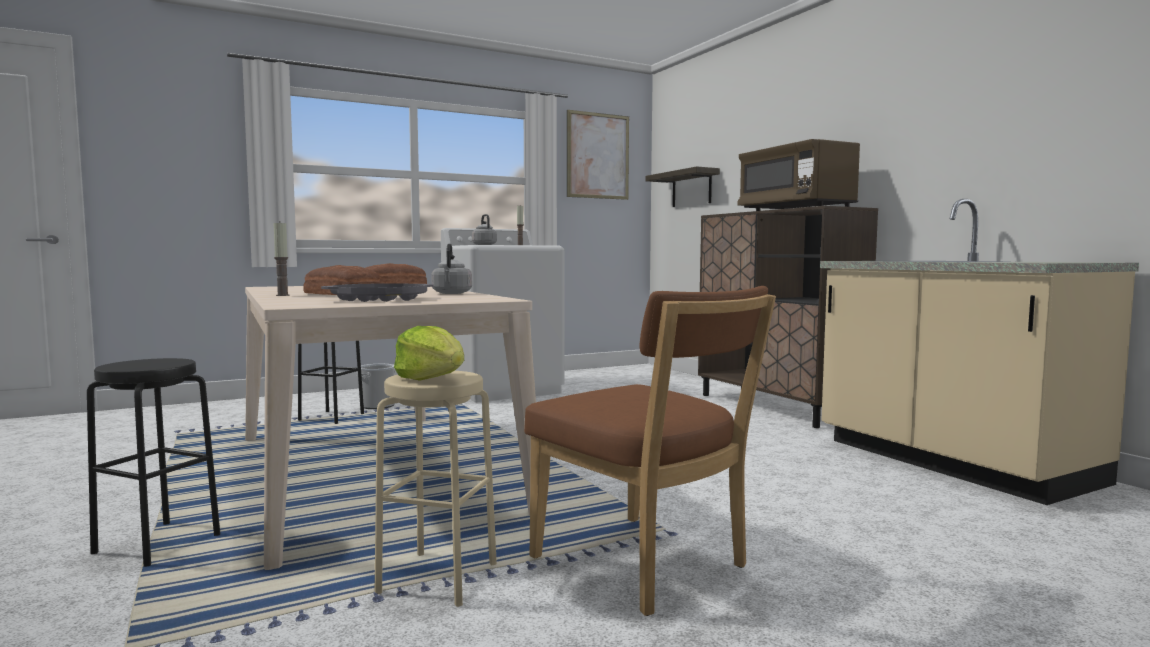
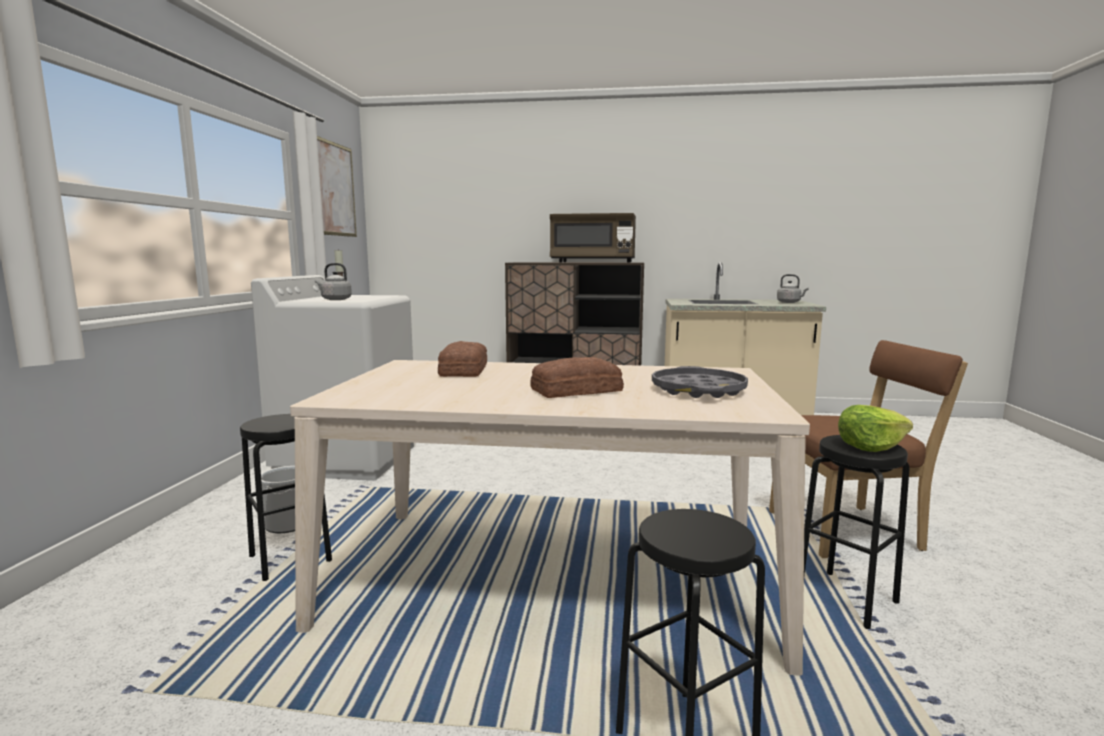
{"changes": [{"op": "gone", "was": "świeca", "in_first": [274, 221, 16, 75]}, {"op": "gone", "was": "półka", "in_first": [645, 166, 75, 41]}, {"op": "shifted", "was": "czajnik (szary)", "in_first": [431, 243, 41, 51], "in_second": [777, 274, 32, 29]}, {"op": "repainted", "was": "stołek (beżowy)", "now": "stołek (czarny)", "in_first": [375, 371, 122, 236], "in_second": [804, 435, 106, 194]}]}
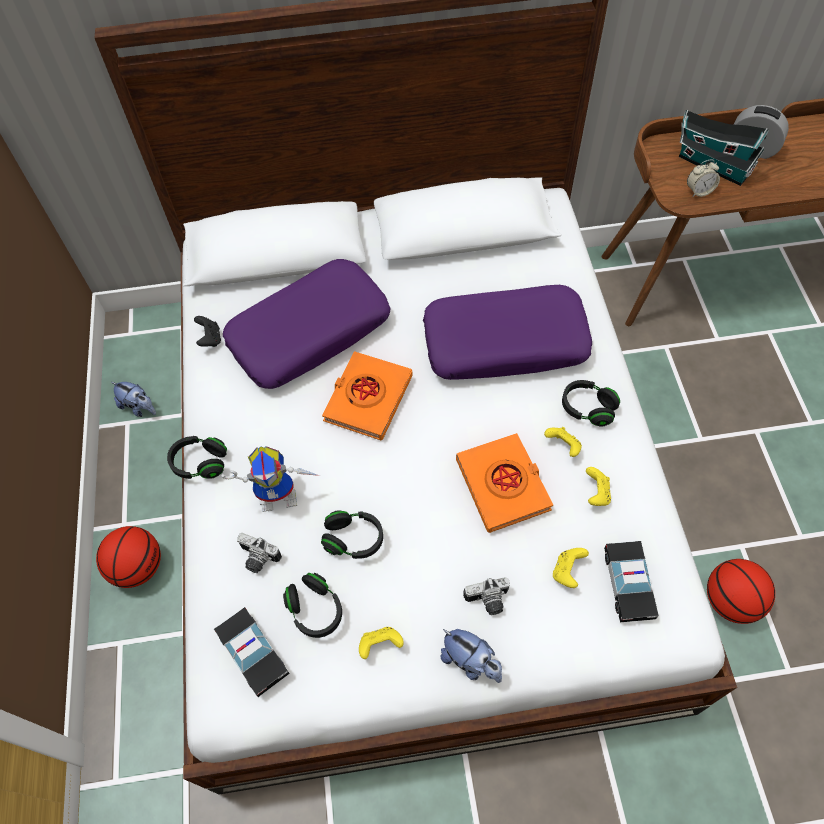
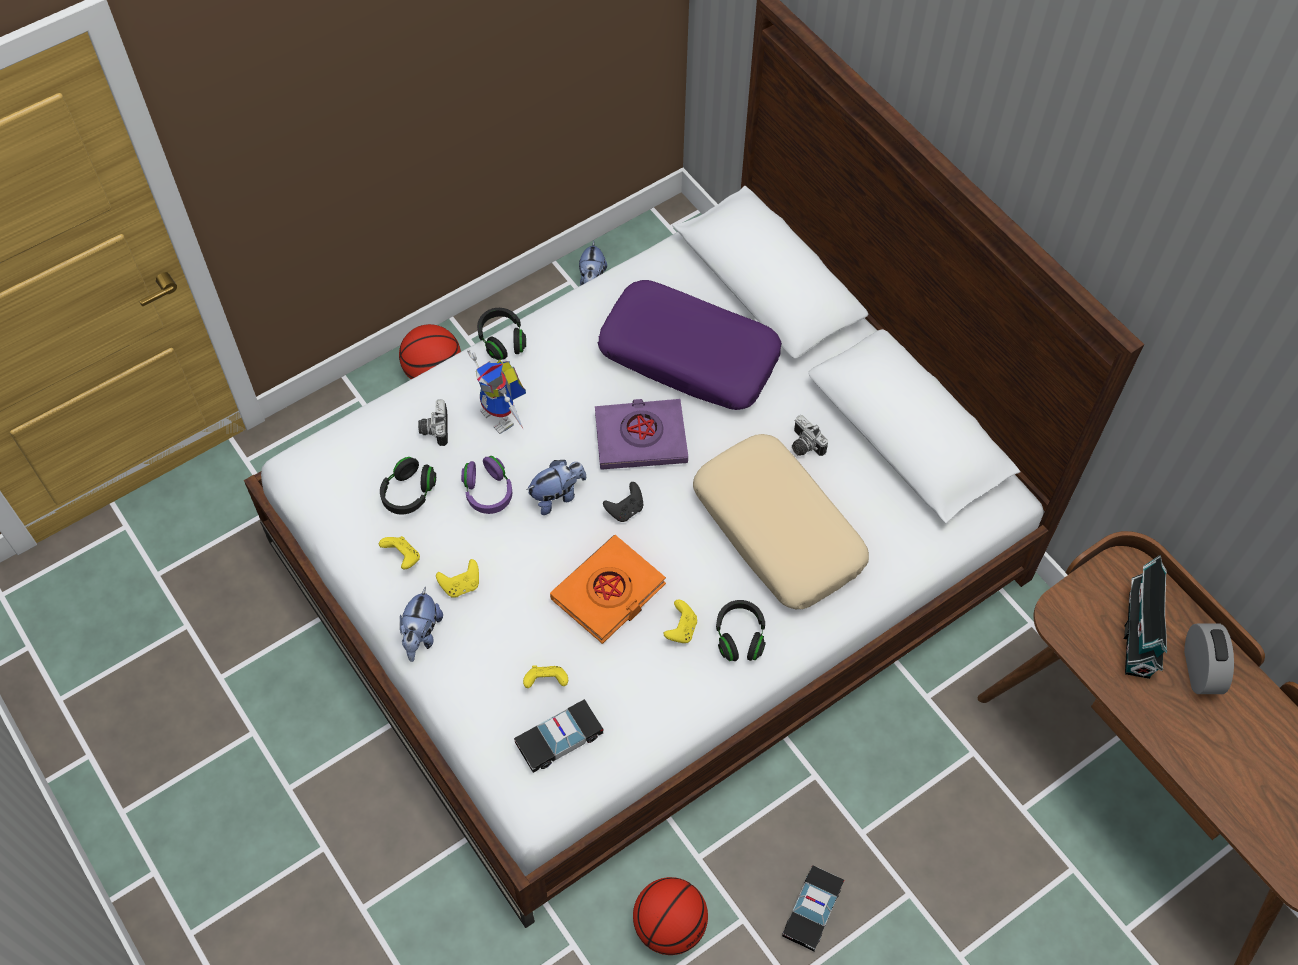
{"changes": [{"op": "gone", "was": "budzik", "in_first": [687, 160, 33, 37]}, {"op": "new", "now": "pluszak", "in_second": [526, 460, 60, 55]}, {"op": "shifted", "was": "pad do gier (czarny)", "in_first": [194, 316, 27, 31], "in_second": [603, 482, 40, 40]}, {"op": "shifted", "was": "samochodzik", "in_first": [214, 607, 76, 90], "in_second": [782, 865, 62, 86]}, {"op": "shifted", "was": "aparat fotograficzny", "in_first": [463, 577, 47, 38], "in_second": [792, 415, 36, 41]}, {"op": "shifted", "was": "pad do gier (żółty)", "in_first": [586, 467, 25, 39], "in_second": [436, 559, 43, 39]}, {"op": "repainted", "was": "słuchawki (czarny)", "now": "słuchawki (fioletowy)", "in_first": [321, 510, 62, 49], "in_second": [461, 456, 51, 58]}, {"op": "repainted", "was": "książka (pomarańczowy)", "now": "książka (fioletowy)", "in_first": [322, 351, 91, 90], "in_second": [595, 399, 93, 71]}, {"op": "repainted", "was": "poduszka (fioletowy)", "now": "poduszka (beżowy)", "in_first": [423, 285, 169, 95], "in_second": [693, 434, 176, 175]}]}
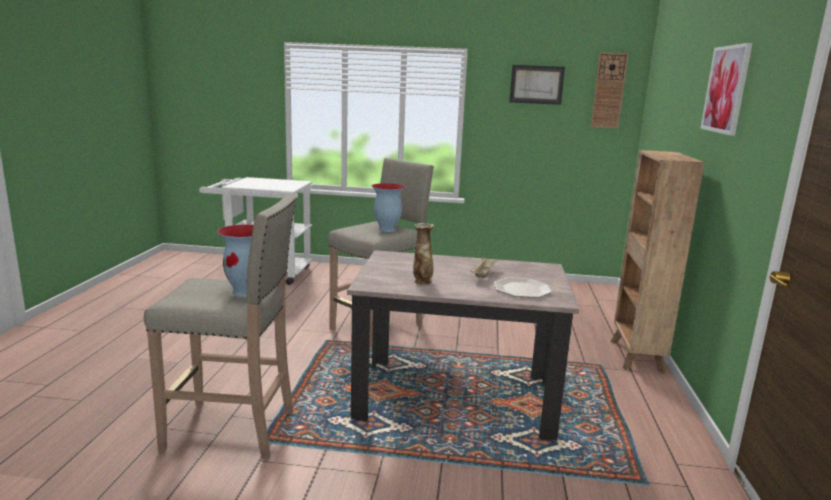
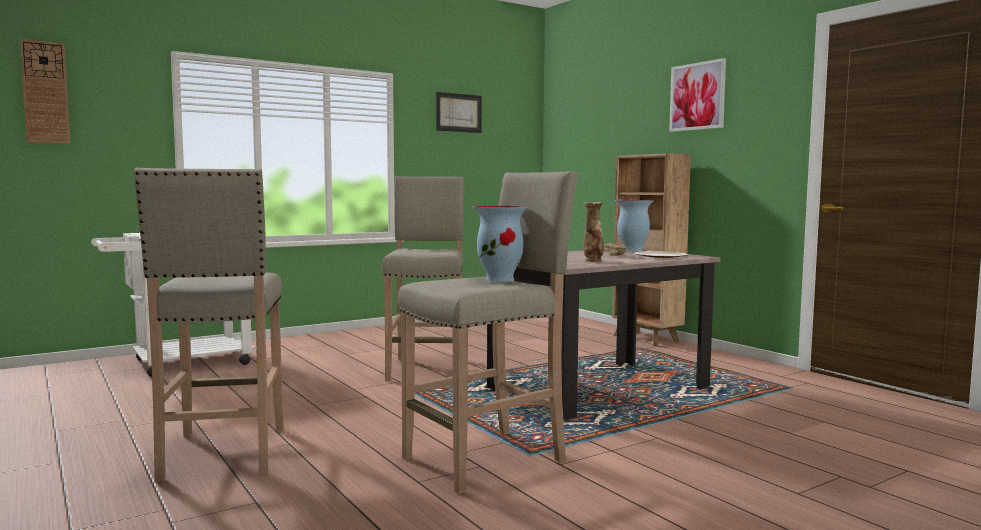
{"changes": [{"op": "new", "now": "stołek (beżowy)", "in_second": [134, 168, 150, 314]}, {"op": "shifted", "was": "wazon", "in_first": [372, 183, 34, 49], "in_second": [615, 200, 39, 52]}, {"op": "shifted", "was": "zegar ścienny", "in_first": [591, 52, 37, 76], "in_second": [20, 39, 50, 105]}]}
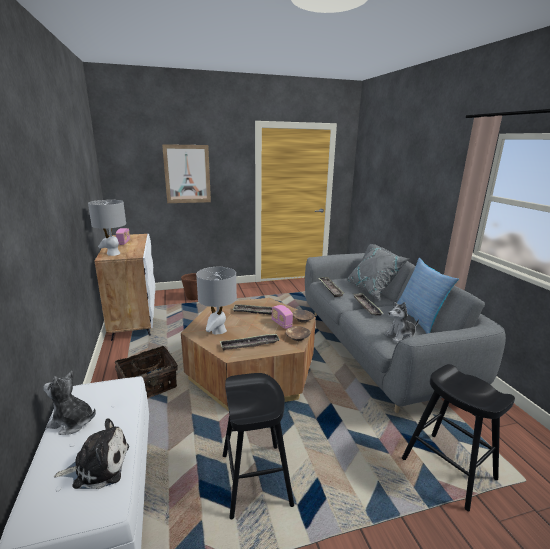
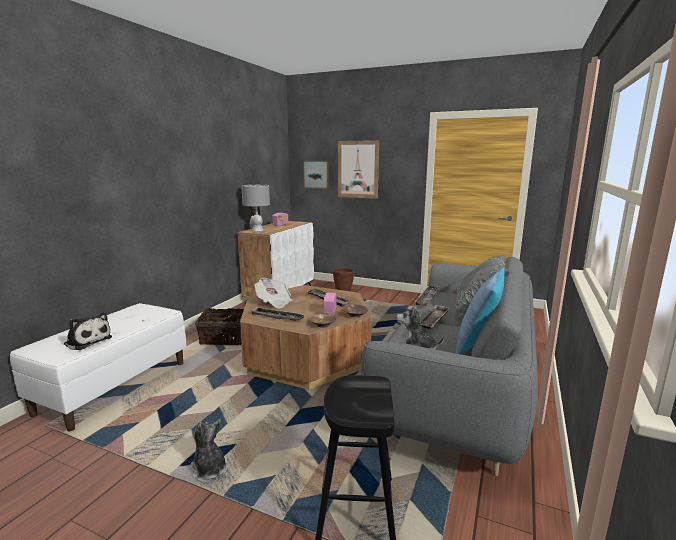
{"changes": [{"op": "gone", "was": "stołek (czarny)", "in_first": [223, 373, 71, 147]}, {"op": "new", "now": "obraz", "in_second": [303, 161, 26, 28]}, {"op": "shifted", "was": "pluszak", "in_first": [43, 371, 53, 64], "in_second": [191, 419, 37, 63]}, {"op": "swapped", "was": "lampa stołowa (szary)", "now": "gazeta", "in_first": [196, 267, 41, 68], "in_second": [254, 278, 38, 31]}]}
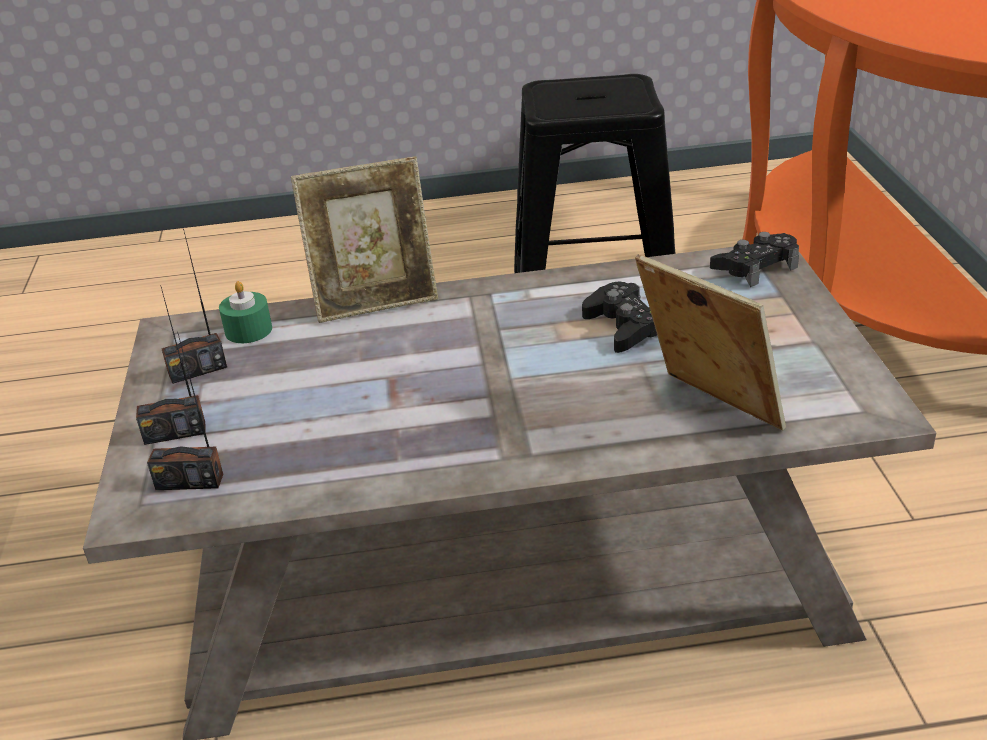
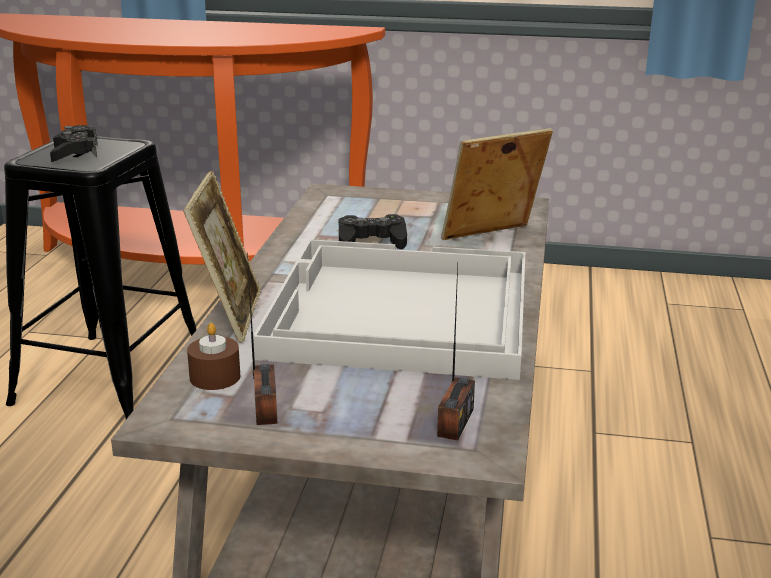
{"changes": [{"op": "gone", "was": "radio", "in_first": [136, 287, 69, 158]}, {"op": "new", "now": "taca (biały)", "in_second": [253, 239, 272, 141]}, {"op": "shifted", "was": "pad do gier (czarny)", "in_first": [710, 232, 89, 55], "in_second": [50, 125, 48, 37]}, {"op": "repainted", "was": "świeca (zielony)", "now": "świeca (brązowy)", "in_first": [219, 281, 53, 62], "in_second": [187, 323, 54, 67]}]}
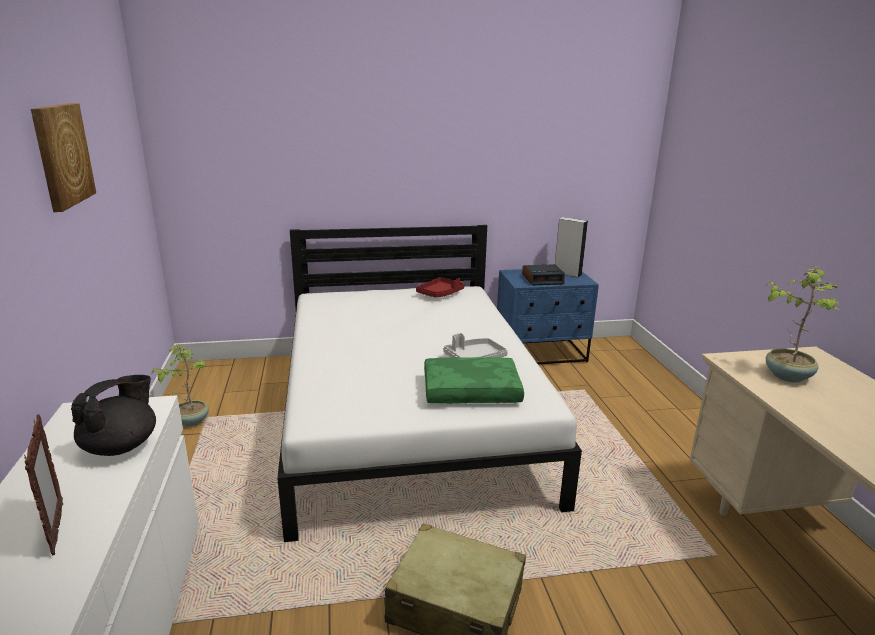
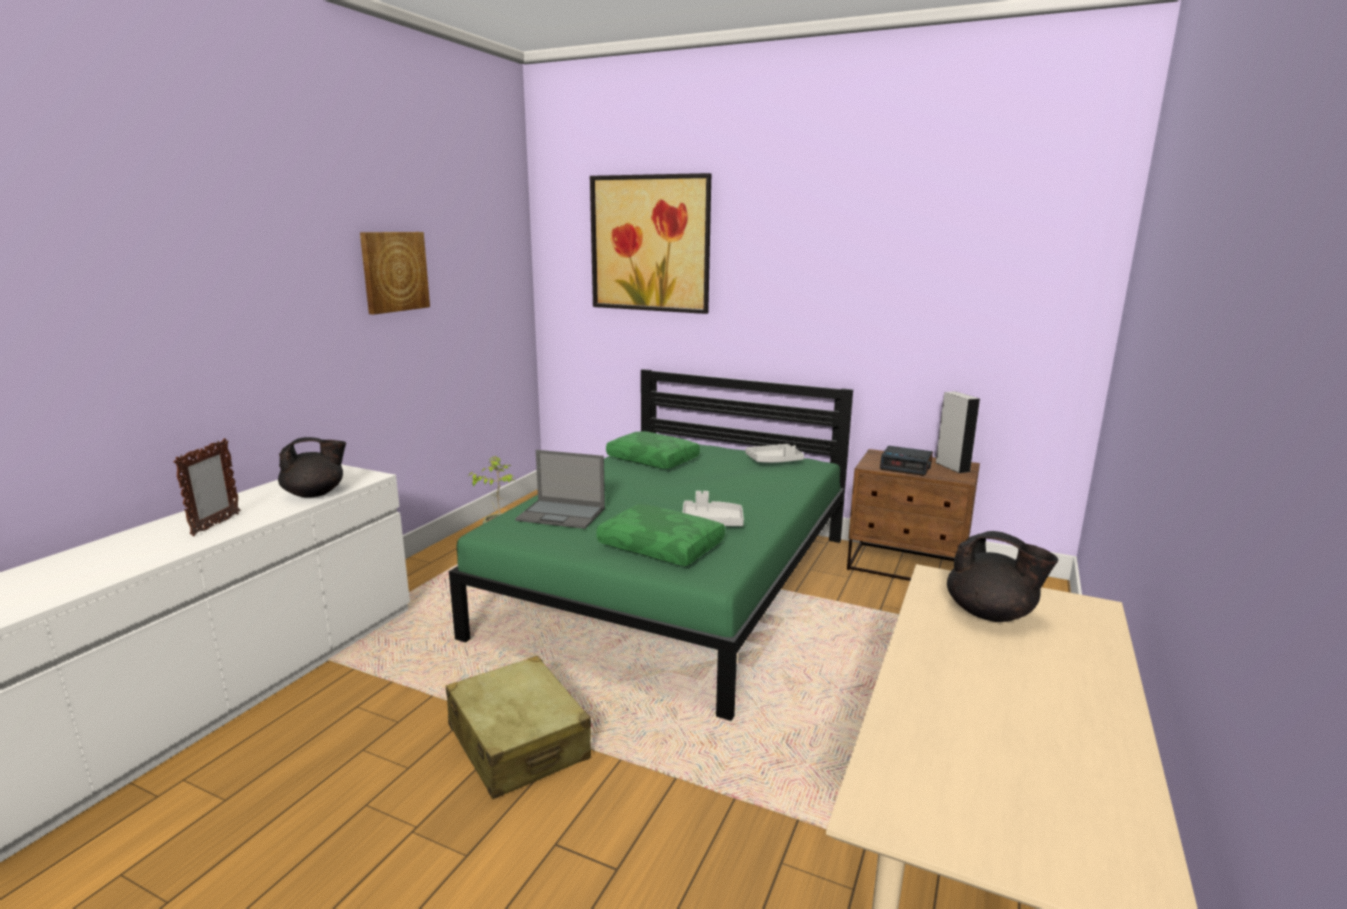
{"changes": [{"op": "new", "now": "laptop", "in_second": [515, 450, 90, 79]}, {"op": "new", "now": "obraz", "in_second": [590, 173, 121, 141]}, {"op": "new", "now": "poduszka (zielony)", "in_second": [606, 431, 94, 38]}, {"op": "swapped", "was": "roślina doniczkowa", "now": "imbryk (czarny)", "in_first": [766, 266, 75, 117], "in_second": [947, 531, 111, 91]}, {"op": "repainted", "was": "łóżko (biały)", "now": "łóżko (zielony)", "in_first": [277, 225, 305, 317], "in_second": [449, 369, 404, 352]}, {"op": "repainted", "was": "taca (czerwony)", "now": "taca (szary)", "in_first": [416, 277, 48, 21], "in_second": [745, 444, 59, 19]}, {"op": "repainted", "was": "szafka nocna (niebieski)", "now": "szafka nocna (brązowy)", "in_first": [497, 269, 102, 96], "in_second": [847, 449, 133, 132]}]}
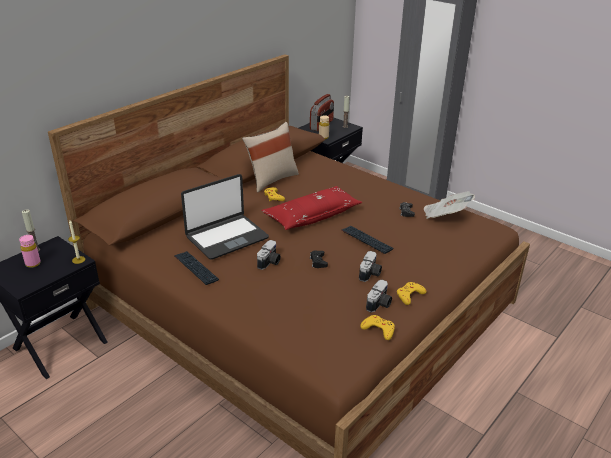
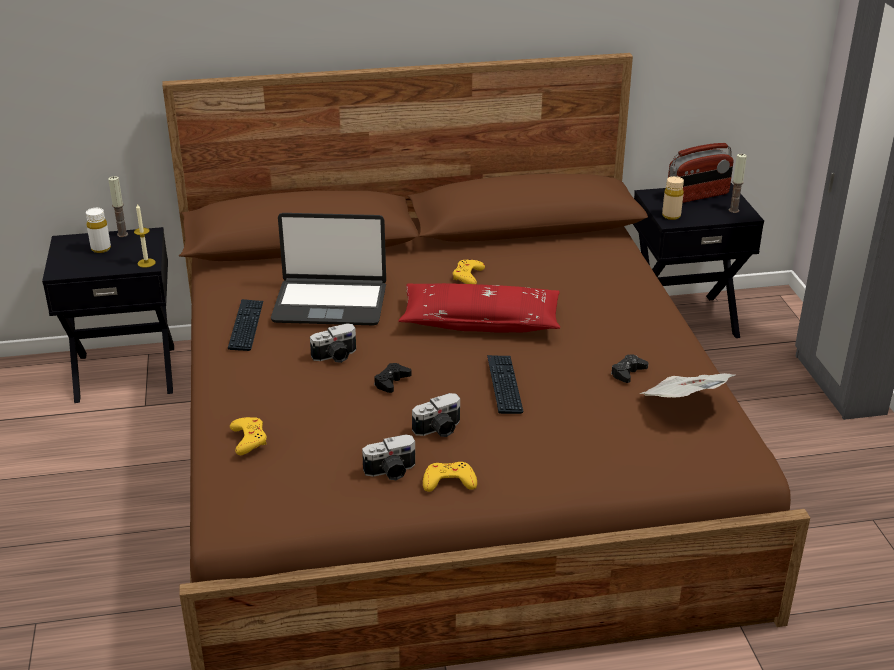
{"changes": [{"op": "gone", "was": "poduszka (beżowy)", "in_first": [242, 122, 57, 70]}, {"op": "shifted", "was": "pad do gier (żółty)", "in_first": [360, 315, 35, 25], "in_second": [230, 417, 37, 38]}, {"op": "repainted", "was": "butelka (różowy)", "now": "butelka (biały)", "in_first": [19, 235, 22, 33], "in_second": [86, 208, 25, 45]}]}
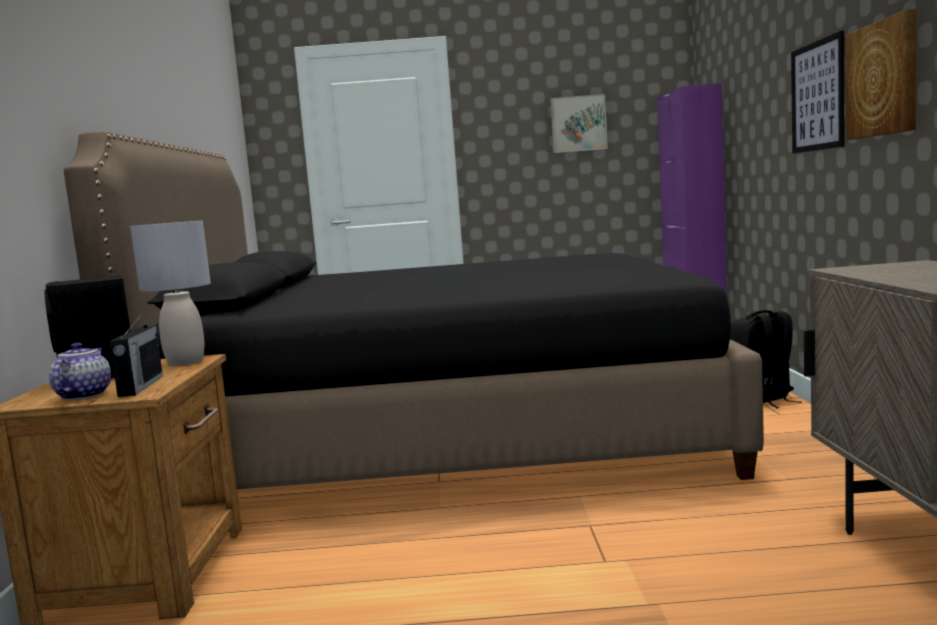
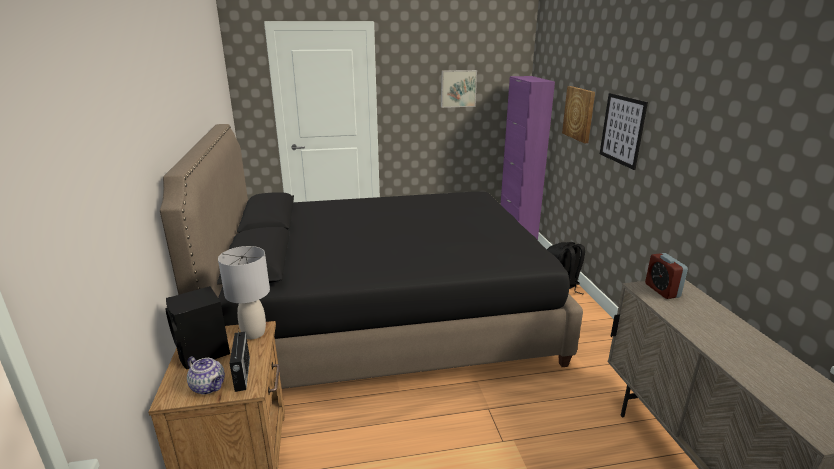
{"changes": [{"op": "new", "now": "budzik", "in_second": [645, 253, 43, 46]}, {"op": "shifted", "was": "obraz", "in_first": [845, 9, 71, 131], "in_second": [562, 86, 33, 57]}, {"op": "rotated", "was": "imbryk", "in_first": [49, 342, 62, 58], "in_second": [187, 356, 38, 39], "clockwise": 135}]}
